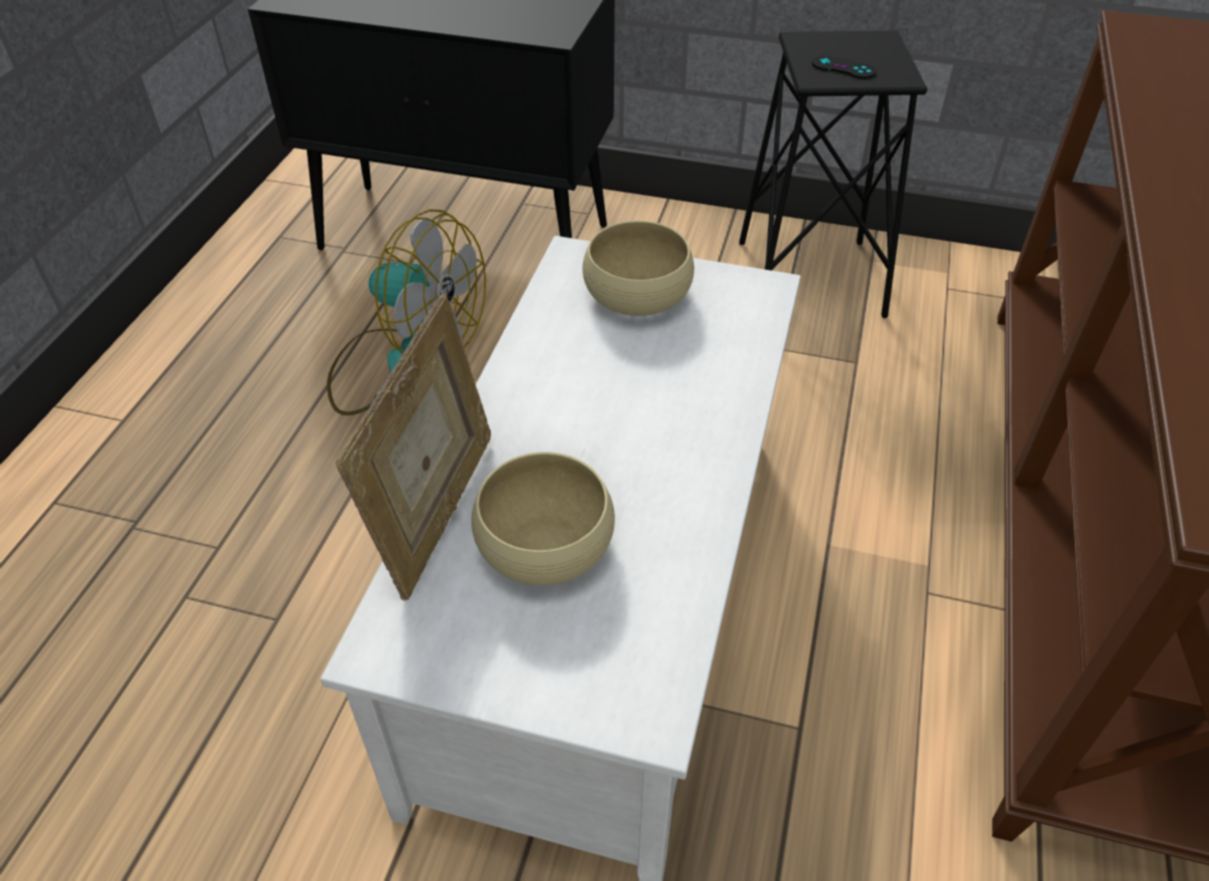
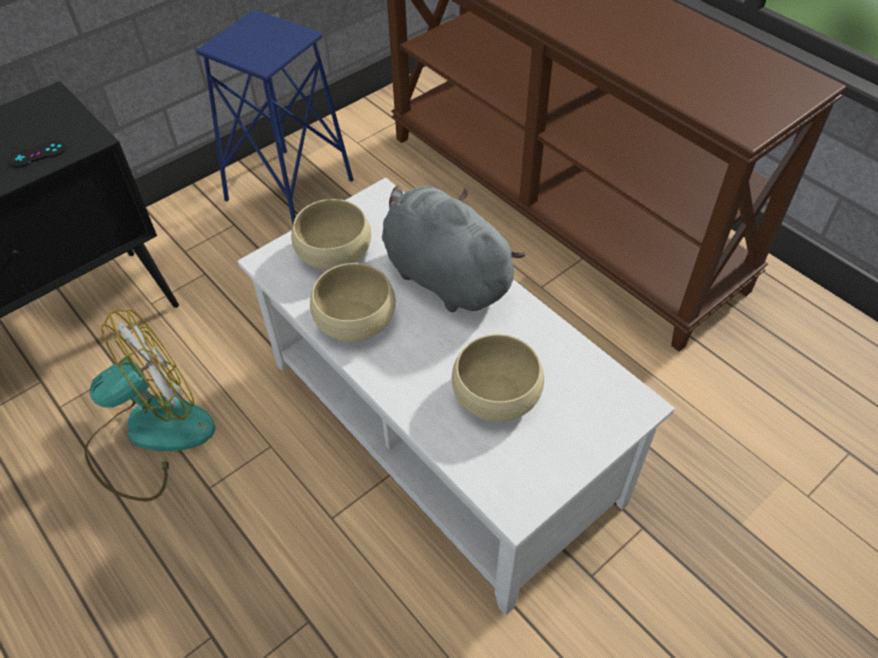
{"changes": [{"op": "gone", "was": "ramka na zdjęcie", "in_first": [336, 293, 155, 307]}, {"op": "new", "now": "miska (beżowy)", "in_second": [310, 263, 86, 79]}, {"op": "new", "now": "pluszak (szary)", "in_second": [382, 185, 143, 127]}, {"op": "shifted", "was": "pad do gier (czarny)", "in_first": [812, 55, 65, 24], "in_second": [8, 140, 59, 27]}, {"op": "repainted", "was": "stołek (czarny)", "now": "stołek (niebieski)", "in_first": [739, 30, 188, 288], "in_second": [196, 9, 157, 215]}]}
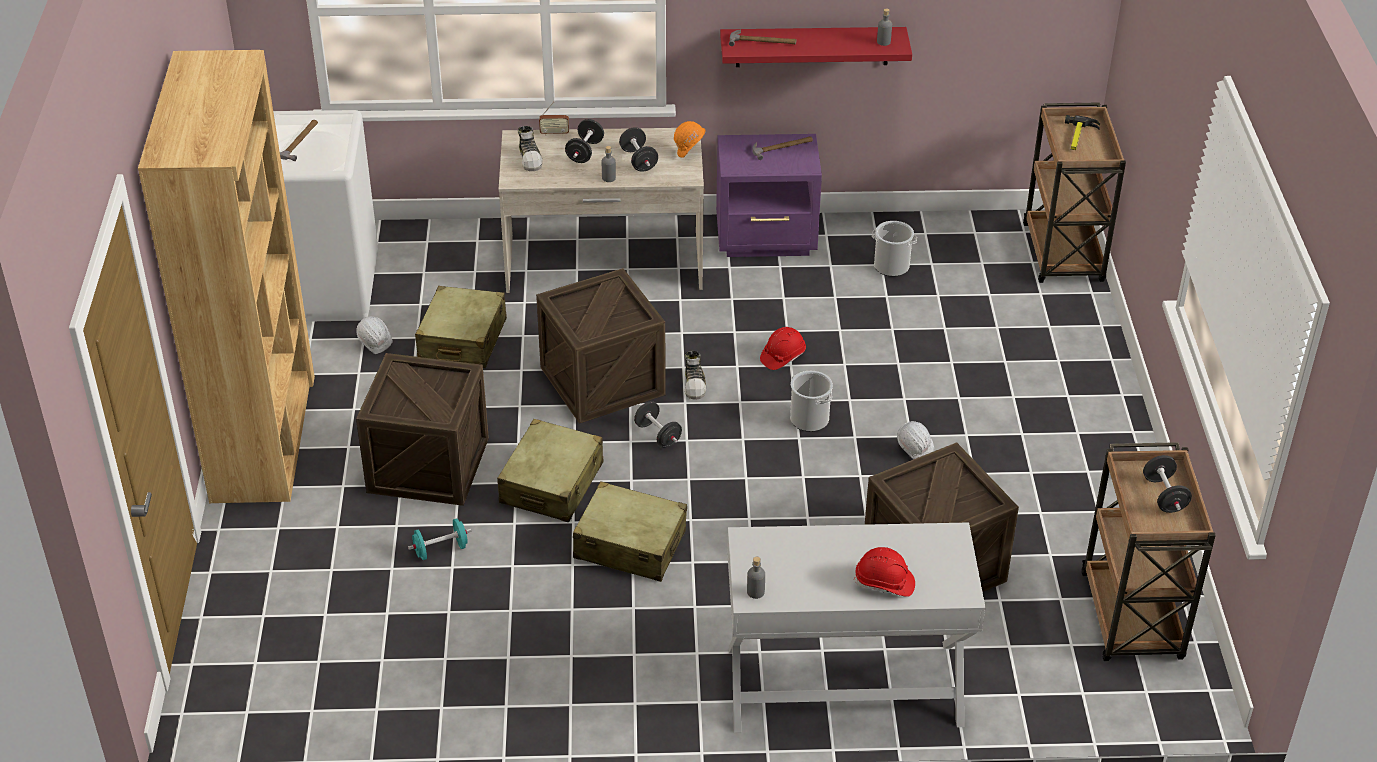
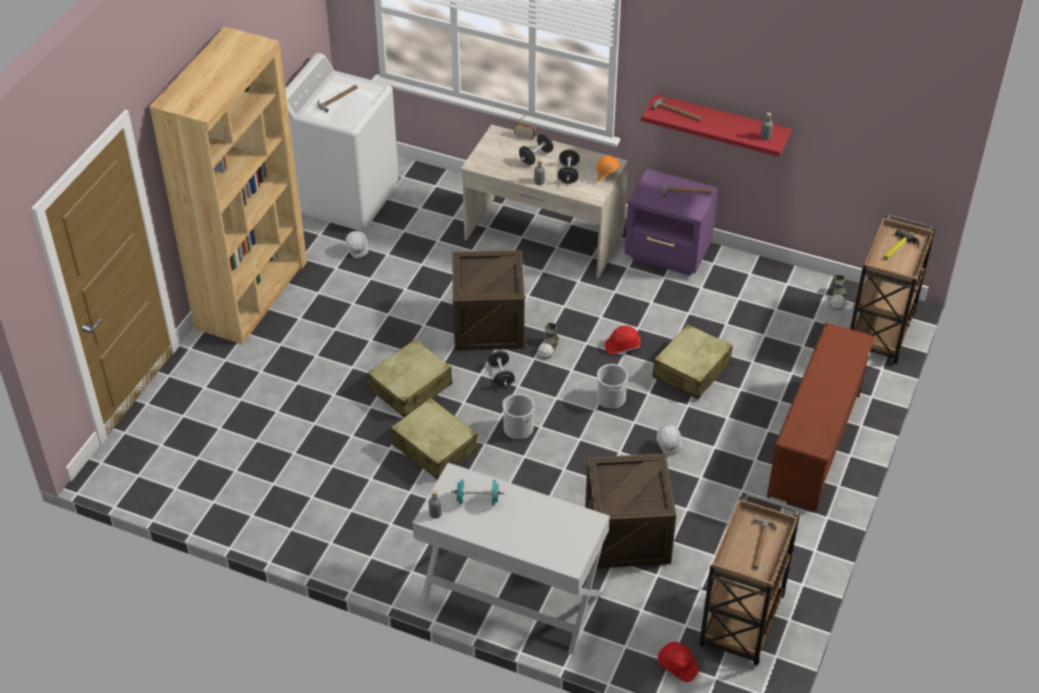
{"changes": [{"op": "gone", "was": "skrzynka", "in_first": [356, 353, 133, 153]}, {"op": "new", "now": "regał na buty (brązowy)", "in_second": [767, 322, 108, 189]}, {"op": "shifted", "was": "hantel (turkusowy)", "in_first": [408, 518, 64, 42], "in_second": [451, 479, 53, 26]}, {"op": "shifted", "was": "walizka (beżowy)", "in_first": [415, 286, 92, 82], "in_second": [652, 324, 81, 75]}, {"op": "shifted", "was": "but", "in_first": [518, 126, 25, 45], "in_second": [830, 274, 16, 36]}, {"op": "shifted", "was": "kask (czerwony)", "in_first": [854, 547, 61, 50], "in_second": [658, 642, 41, 40]}, {"op": "shifted", "was": "wiadro", "in_first": [872, 221, 45, 56], "in_second": [502, 394, 33, 46]}, {"op": "swapped", "was": "hantel (czarny)", "now": "młotek", "in_first": [1143, 455, 49, 58], "in_second": [752, 517, 25, 52]}]}
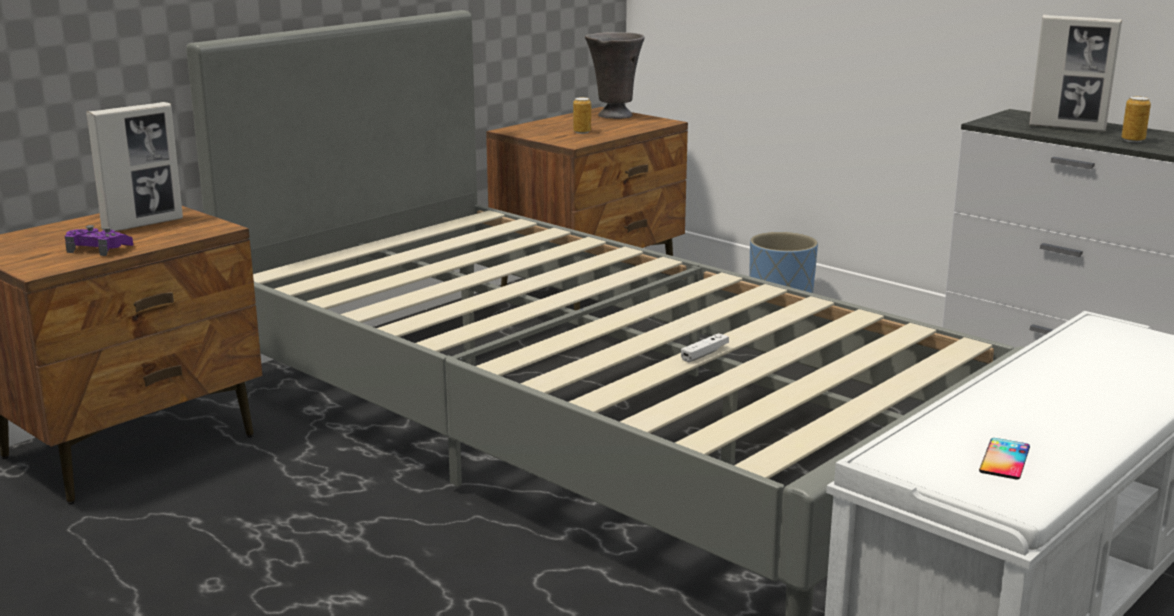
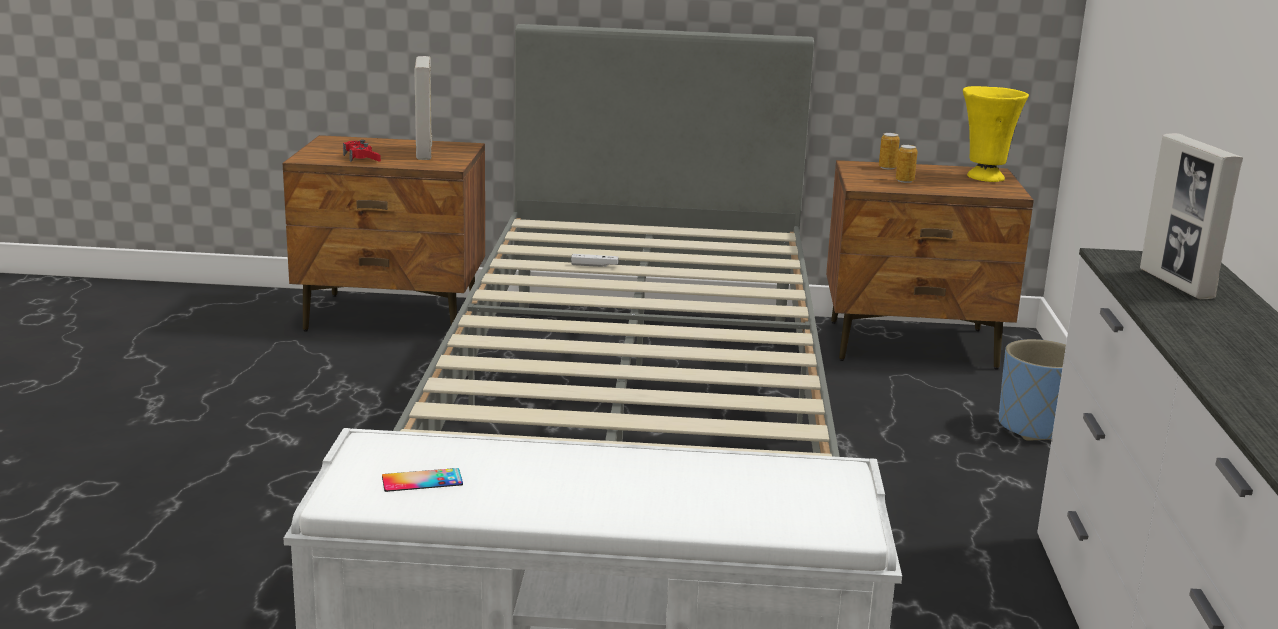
{"changes": [{"op": "shifted", "was": "pad do gier (biały)", "in_first": [681, 333, 48, 29], "in_second": [571, 254, 48, 13]}, {"op": "shifted", "was": "puszka", "in_first": [1121, 96, 30, 46], "in_second": [879, 133, 21, 36]}, {"op": "repainted", "was": "pad do gier (fioletowy)", "now": "pad do gier (czerwony)", "in_first": [65, 225, 68, 31], "in_second": [343, 140, 38, 22]}, {"op": "repainted", "was": "wazon (szary)", "now": "wazon (żółty)", "in_first": [585, 32, 60, 87], "in_second": [963, 86, 66, 96]}, {"op": "rotated", "was": "ramka na zdjęcie", "in_first": [86, 102, 97, 129], "in_second": [415, 56, 17, 104], "clockwise": 75}]}
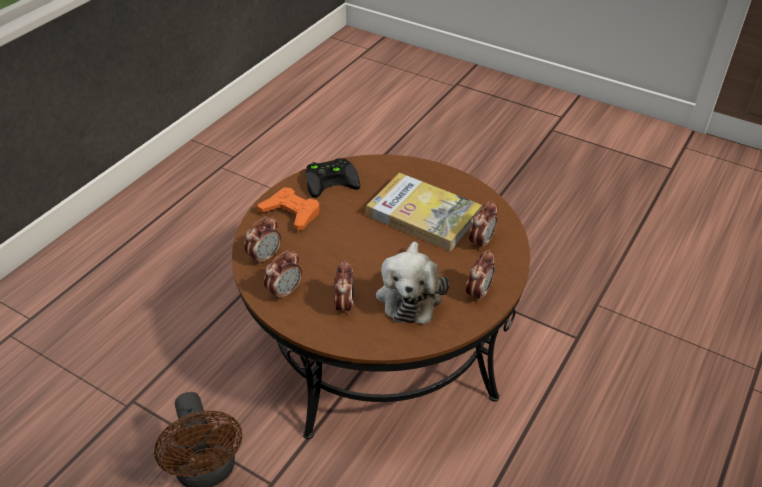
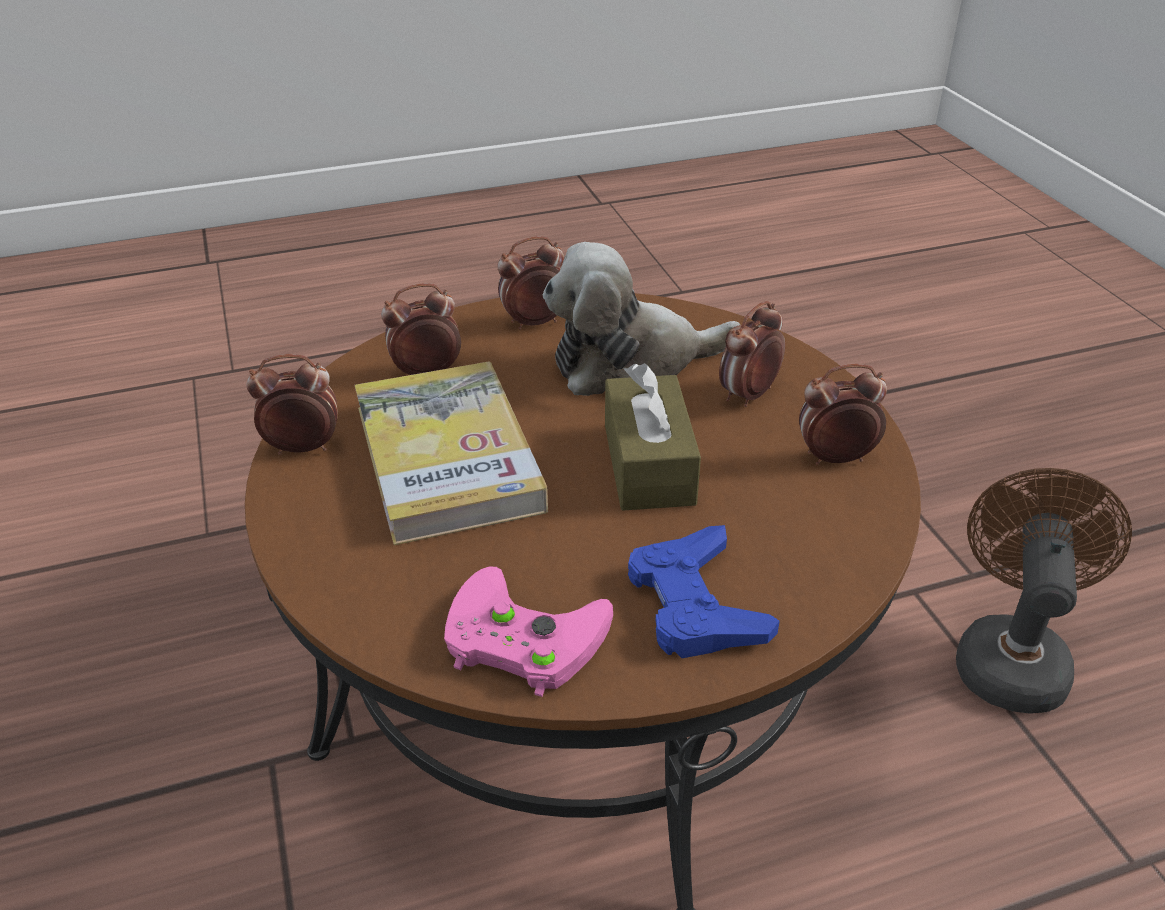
{"changes": [{"op": "new", "now": "pudełko chusteczek (brązowy)", "in_second": [605, 363, 96, 148]}, {"op": "shifted", "was": "budzik", "in_first": [244, 216, 37, 50], "in_second": [246, 354, 92, 101]}, {"op": "repainted", "was": "pad do gier (pomarańczowy)", "now": "pad do gier (niebieski)", "in_first": [257, 187, 63, 44], "in_second": [628, 525, 152, 133]}, {"op": "repainted", "was": "pad do gier (czarny)", "now": "pad do gier (różowy)", "in_first": [306, 158, 54, 40], "in_second": [444, 566, 169, 131]}, {"op": "rotated", "was": "pluszak", "in_first": [376, 241, 73, 83], "in_second": [543, 242, 197, 154], "clockwise": -150}]}
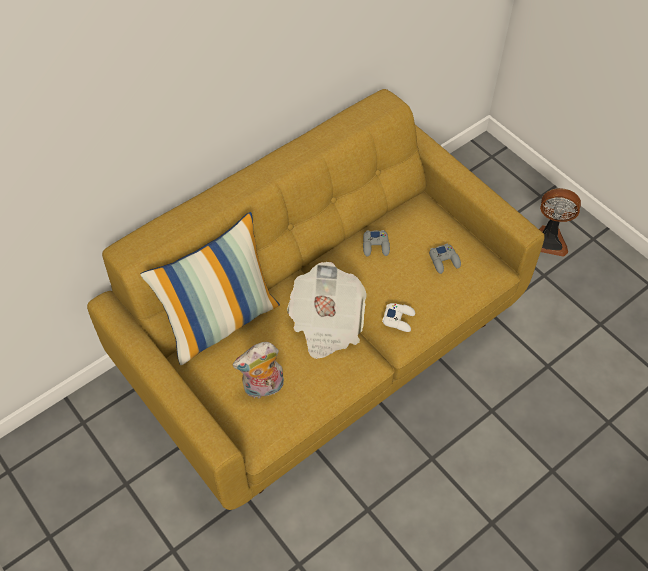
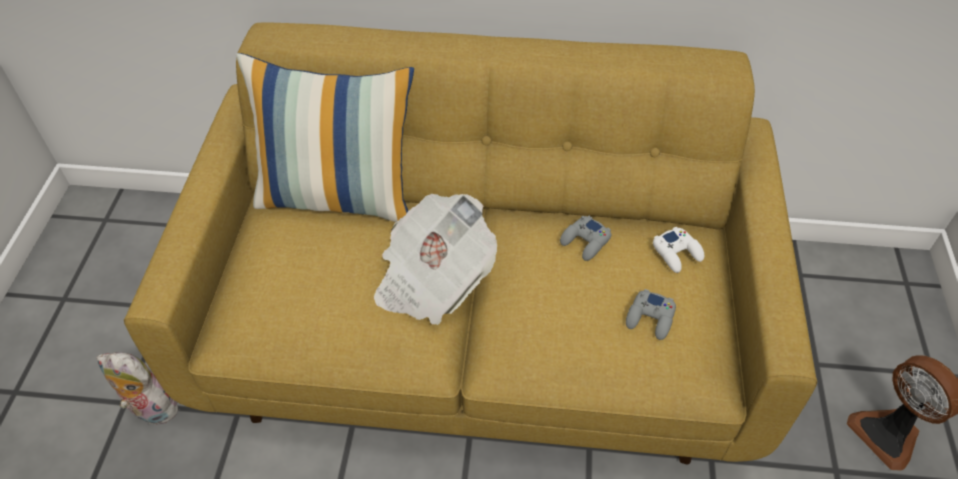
{"changes": [{"op": "shifted", "was": "pluszak", "in_first": [232, 342, 52, 57], "in_second": [97, 352, 83, 73]}, {"op": "shifted", "was": "pad do gier (biały)", "in_first": [382, 303, 33, 29], "in_second": [653, 227, 51, 46]}]}
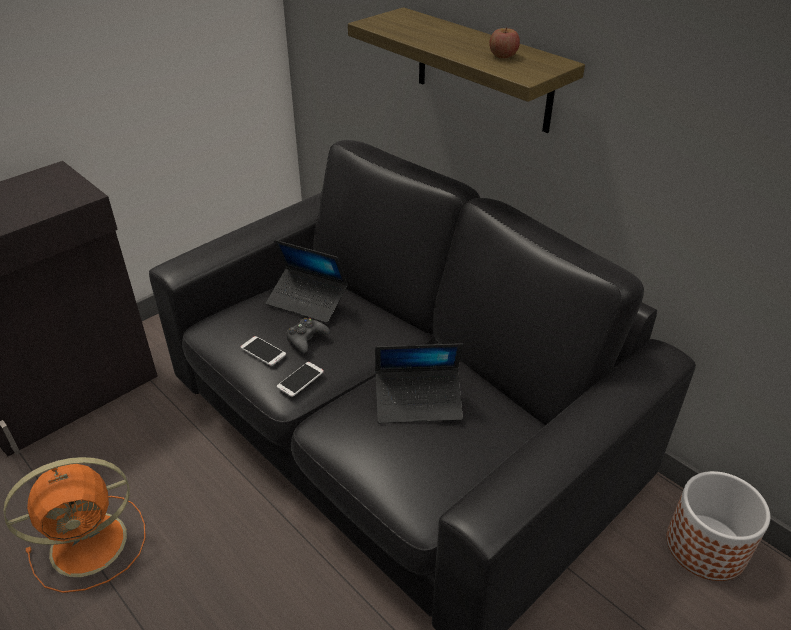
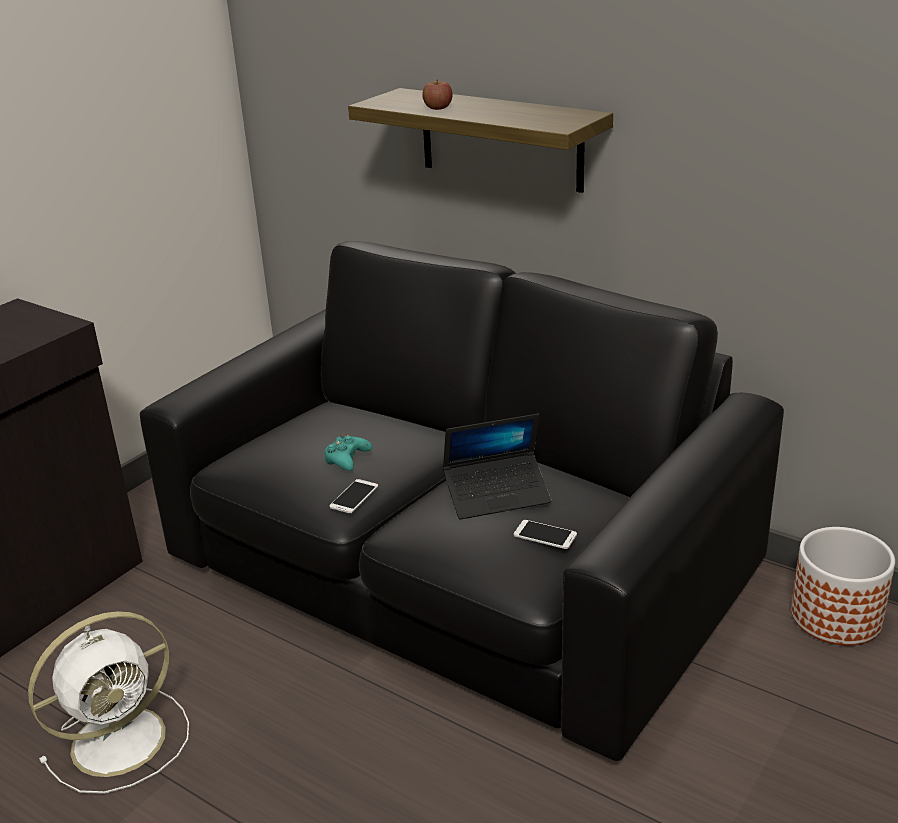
{"changes": [{"op": "gone", "was": "laptop", "in_first": [266, 240, 82, 83]}, {"op": "shifted", "was": "telefon", "in_first": [241, 336, 45, 30], "in_second": [514, 520, 63, 29]}, {"op": "shifted", "was": "jabłko", "in_first": [489, 27, 31, 31], "in_second": [422, 80, 31, 30]}, {"op": "repainted", "was": "wentylator (pomarańczowy)", "now": "wentylator (biały)", "in_first": [4, 457, 142, 136], "in_second": [28, 611, 161, 183]}, {"op": "repainted", "was": "pad do gier (czarny)", "now": "pad do gier (turkusowy)", "in_first": [287, 318, 43, 35], "in_second": [325, 435, 47, 36]}]}
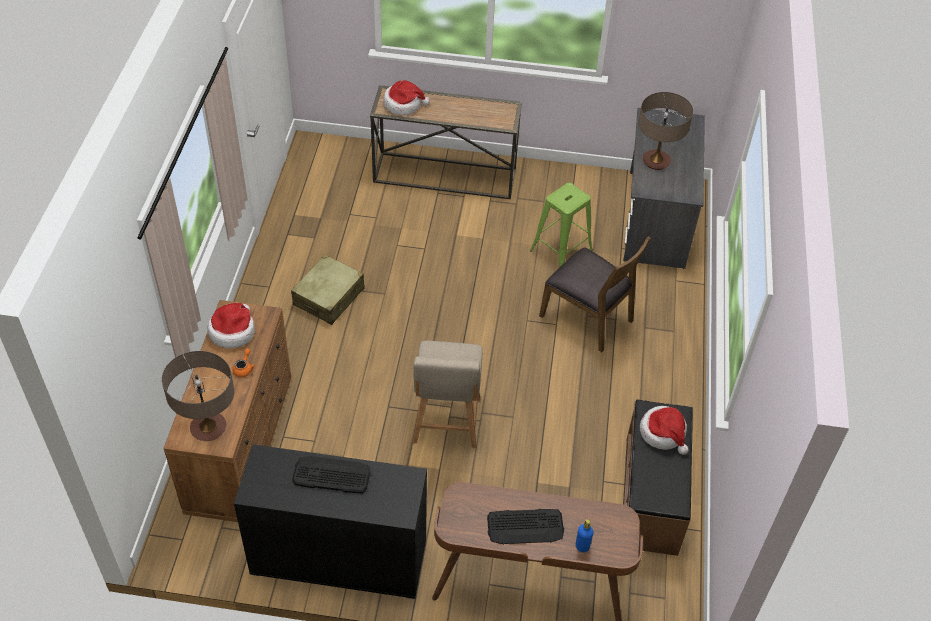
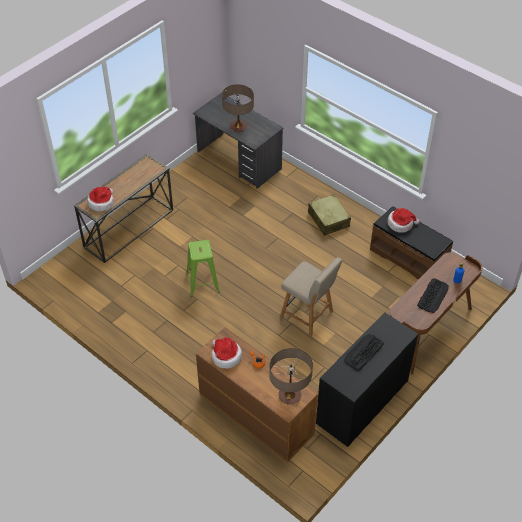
{"changes": [{"op": "gone", "was": "krzesło (brązowy)", "in_first": [539, 236, 112, 116]}, {"op": "shifted", "was": "walizka (beżowy)", "in_first": [291, 254, 74, 71], "in_second": [308, 194, 43, 42]}, {"op": "shifted", "was": "stołek (zielony)", "in_first": [530, 183, 63, 85], "in_second": [186, 240, 34, 57]}]}
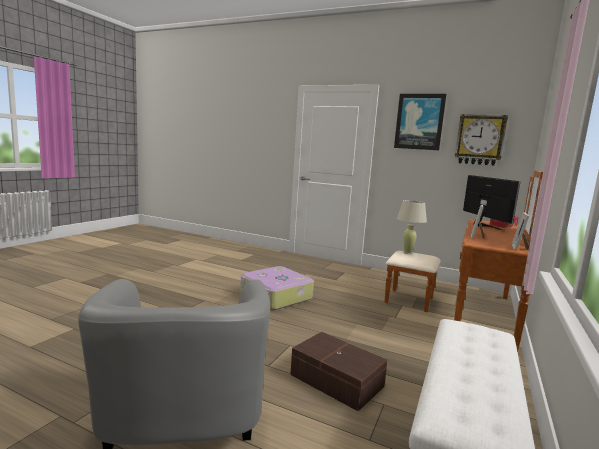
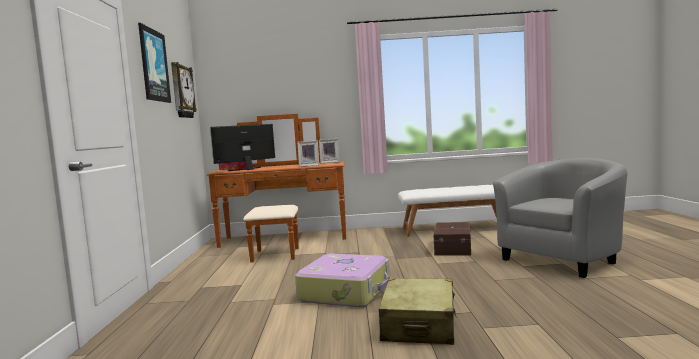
{"changes": [{"op": "gone", "was": "lampa stołowa (beżowy)", "in_first": [397, 200, 30, 54]}, {"op": "new", "now": "walizka (beżowy)", "in_second": [379, 278, 78, 67]}]}
